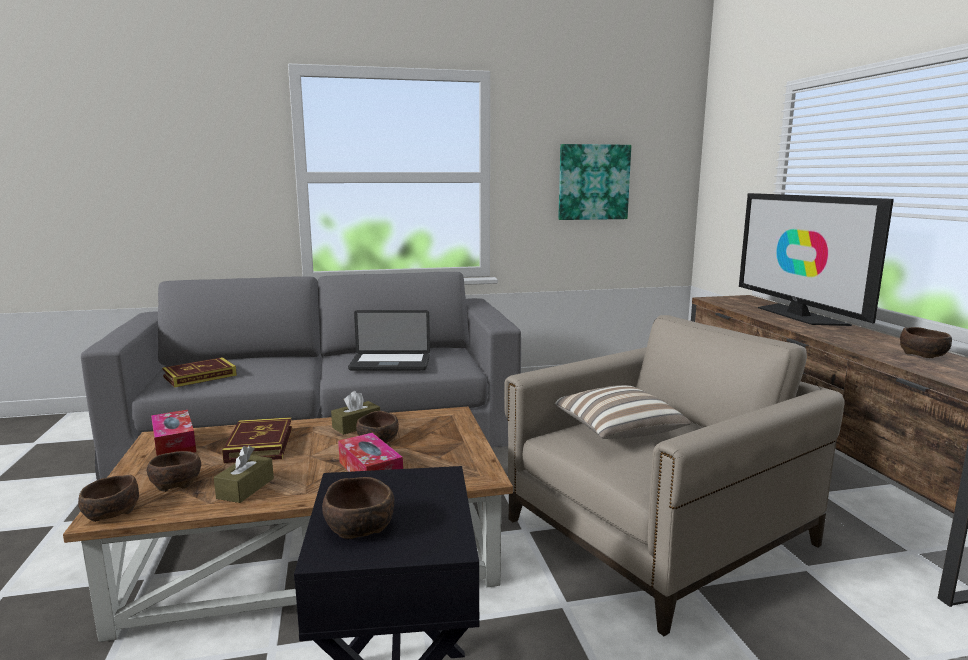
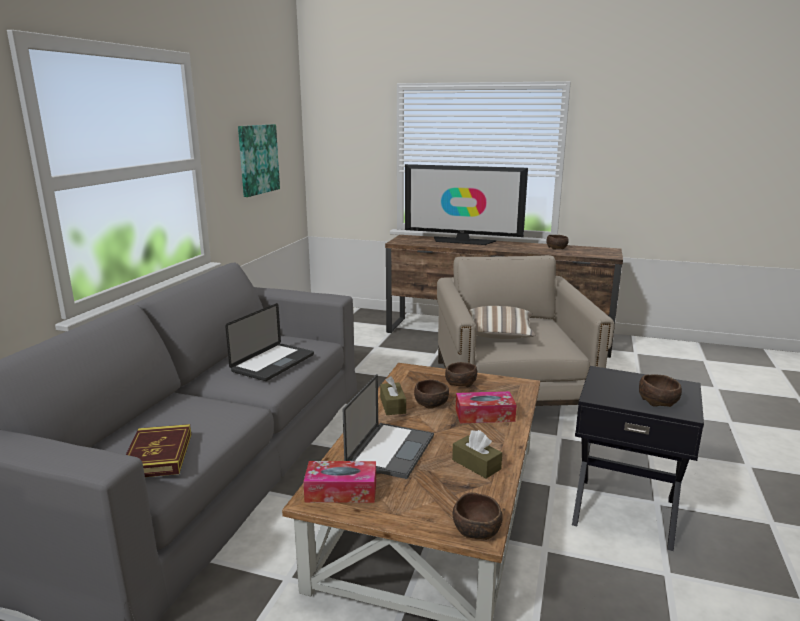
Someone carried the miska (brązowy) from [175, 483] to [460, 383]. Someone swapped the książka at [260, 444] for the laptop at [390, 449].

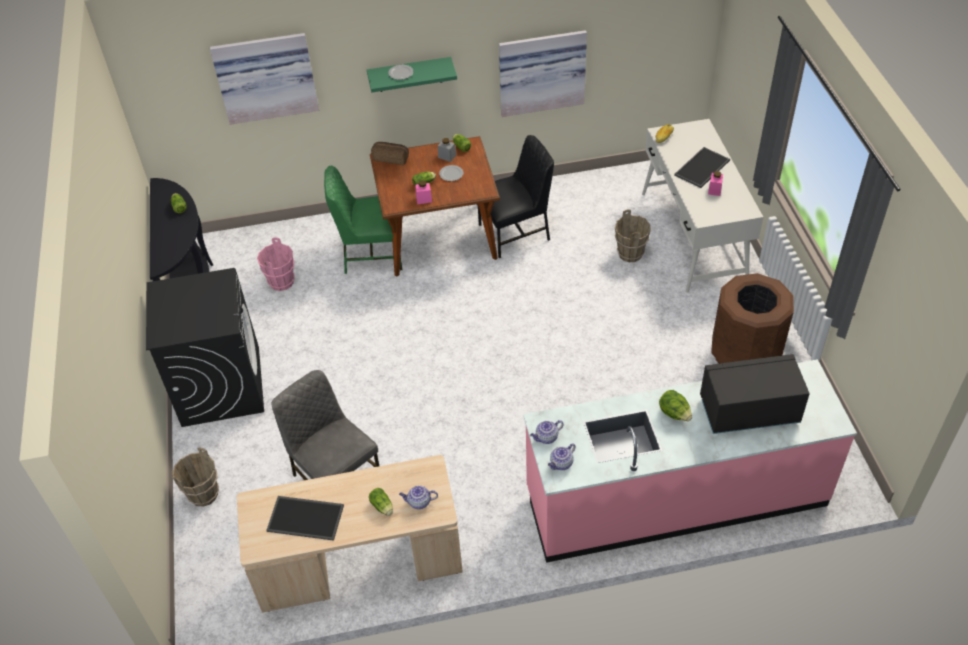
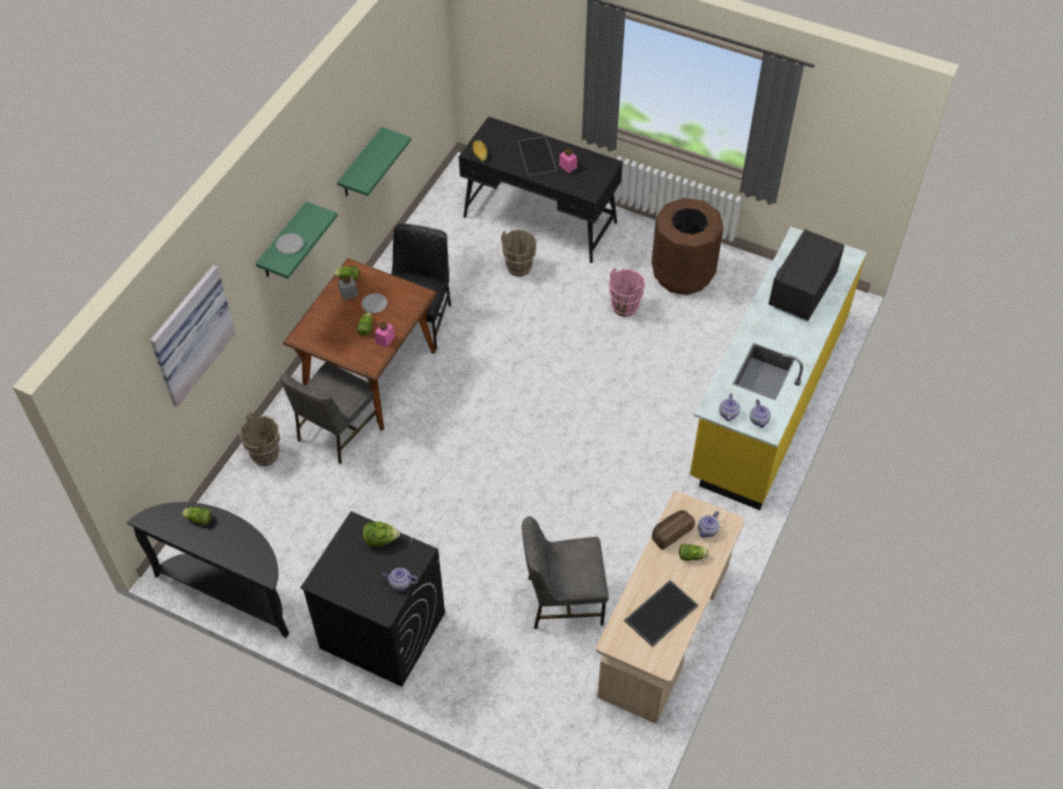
Someone put down the imbryk at [400, 583]. Someone carried the wiadro (brązowy) from [204, 494] to [265, 455]. Someone carried the wiadro (różowy) from [282, 282] to [625, 307]. Someone carried the chleb from [391, 158] to [670, 532]. Someone carried the sałata from [674, 414] to [380, 540]. Someone swapped the obraz at [541, 71] for the półka (zielony) at [361, 164]. Someone repainted the krzesło (zielony) at [371, 253], which became the krzesło (szary) at [336, 431]. Someone repainted the zabudowa kuchenna (różowy) at [675, 497], which became the zabudowa kuchenna (żółty) at [768, 399]. Someone repainted the biurko (biały) at [693, 236], which became the biurko (czarny) at [540, 220].

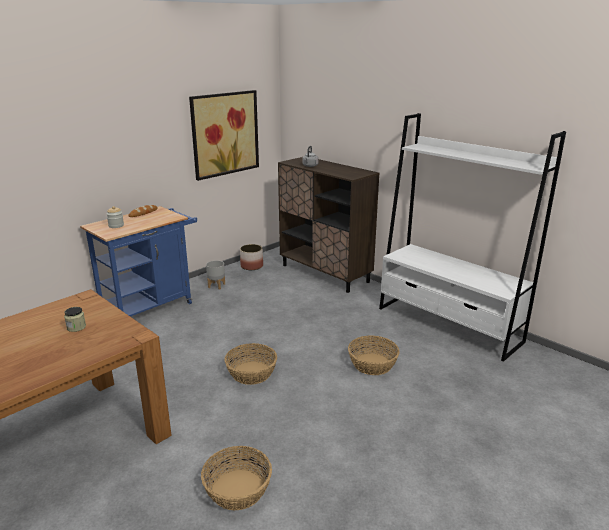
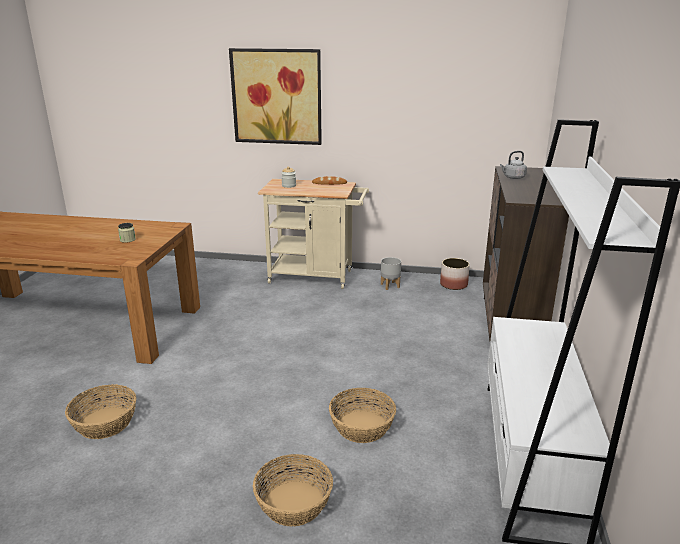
Someone carried the obraz from [225, 134] to [276, 97]. Someone carried the koszyk from [252, 373] to [294, 503]. Someone repainted the wózek (niebieski) at [152, 306], which became the wózek (beżowy) at [316, 277].

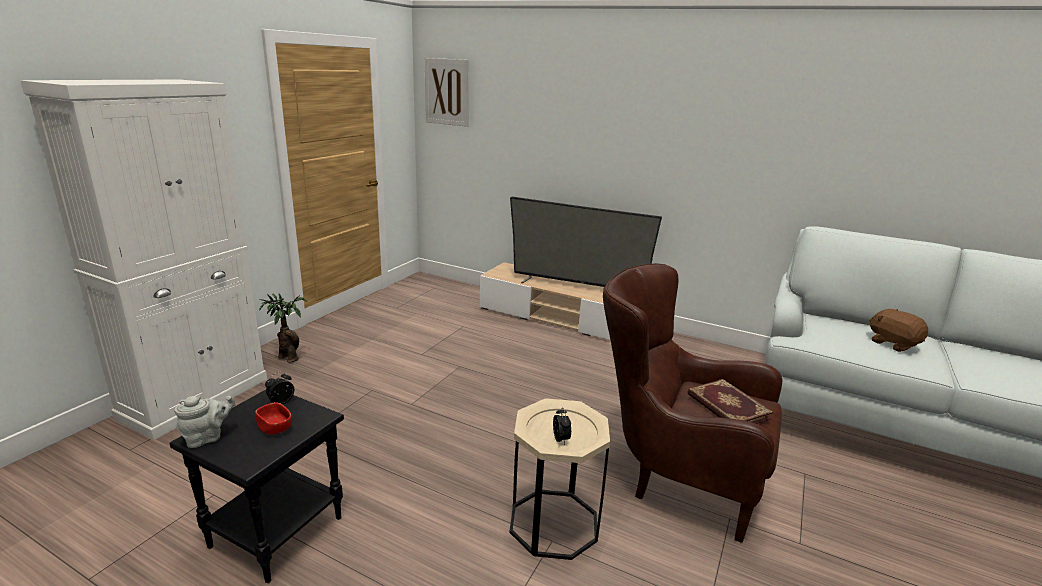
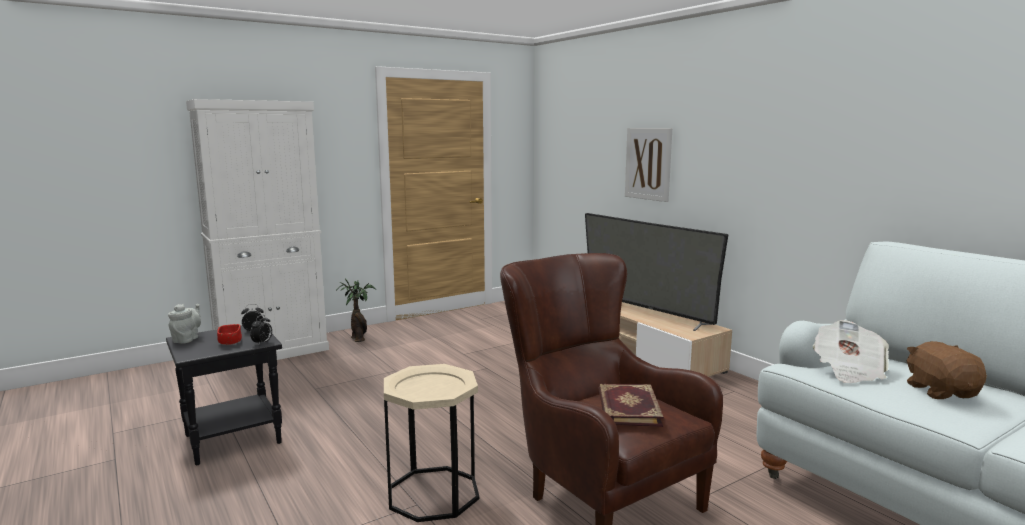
Someone put down the gazeta at [848, 370]. Someone carried the obraz from [447, 92] to [648, 163]. Someone carried the budzik from [561, 439] to [262, 343]. Someone rotated the imbryk (szary) at [207, 438] by 75 degrees counterclockwise.

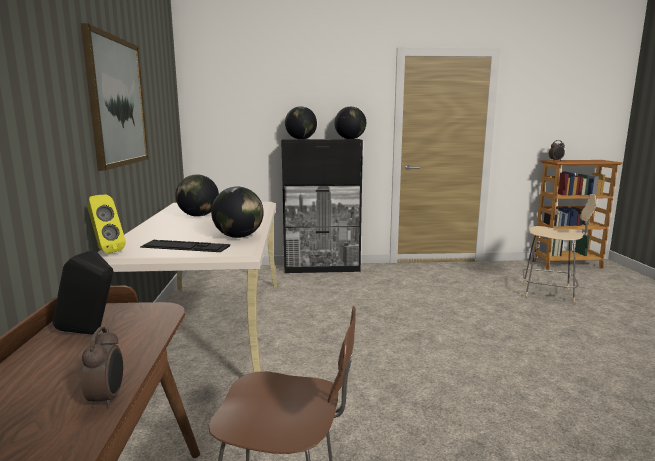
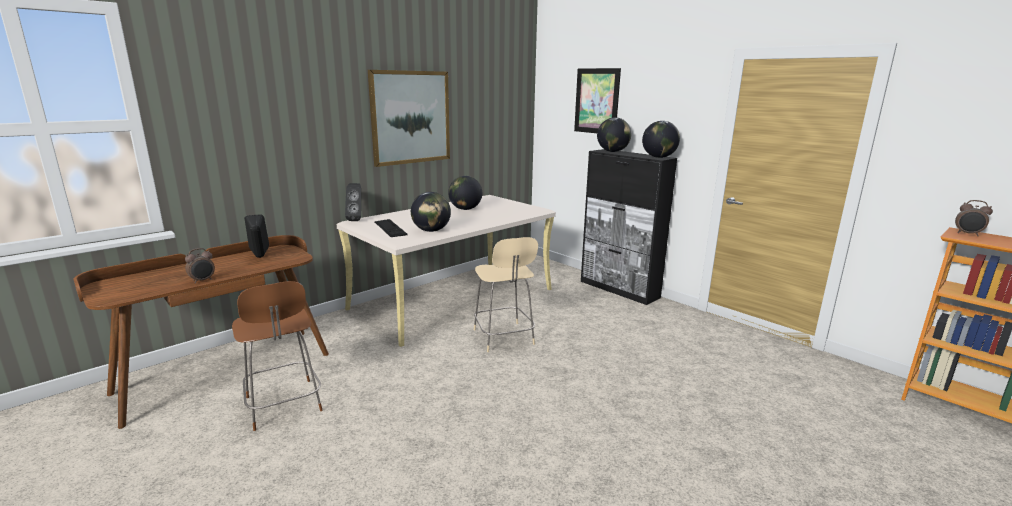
Someone put up the obraz at [597, 101]. Someone carried the krzesło (beżowy) from [550, 293] to [504, 338]. Someone repainted the głośnik (żółty) at [106, 251], which became the głośnik (czarny) at [356, 220].

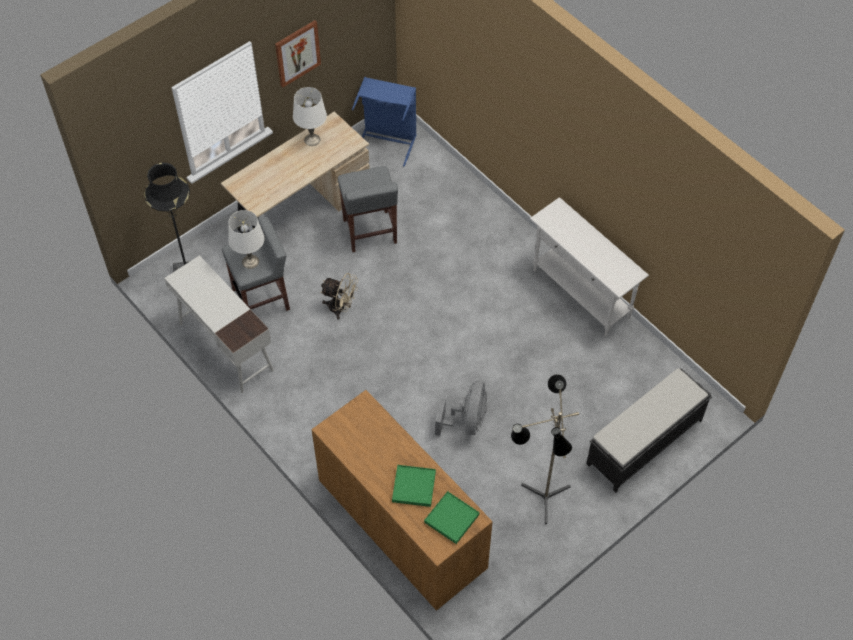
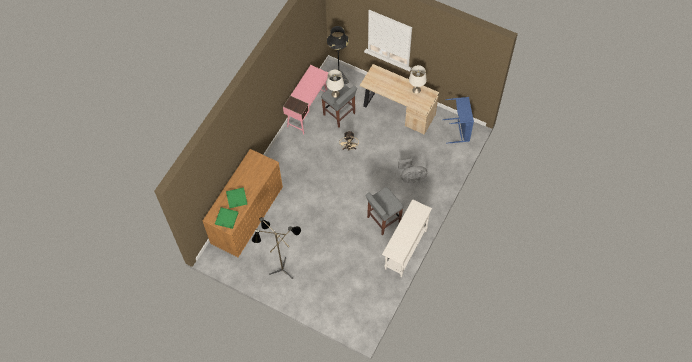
Someone took away the obraz at [297, 53]. Someone took away the ławka (czarny) at [643, 443]. Someone carried the stołek (szary) from [370, 232] to [383, 220]. Someone carried the wentylator (szary) from [466, 421] to [411, 177]. Someone repainted the biurko (biały) at [225, 346], which became the biurko (różowy) at [308, 110].

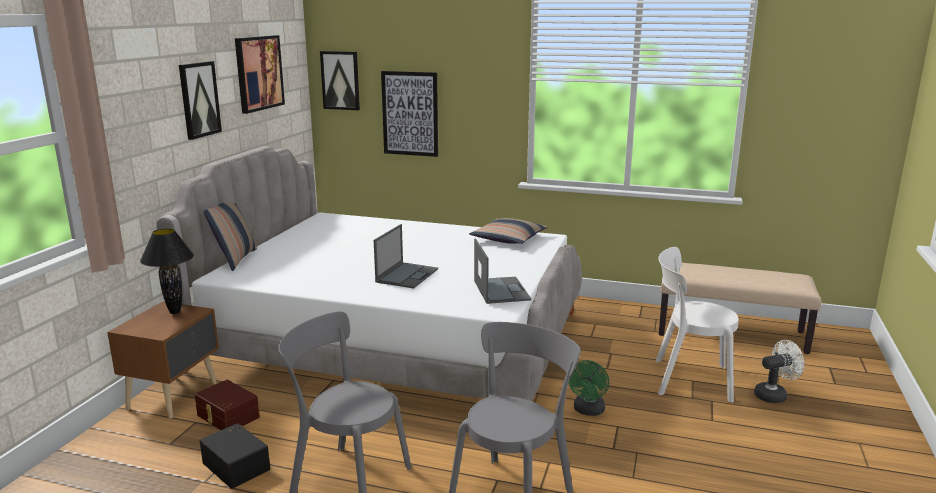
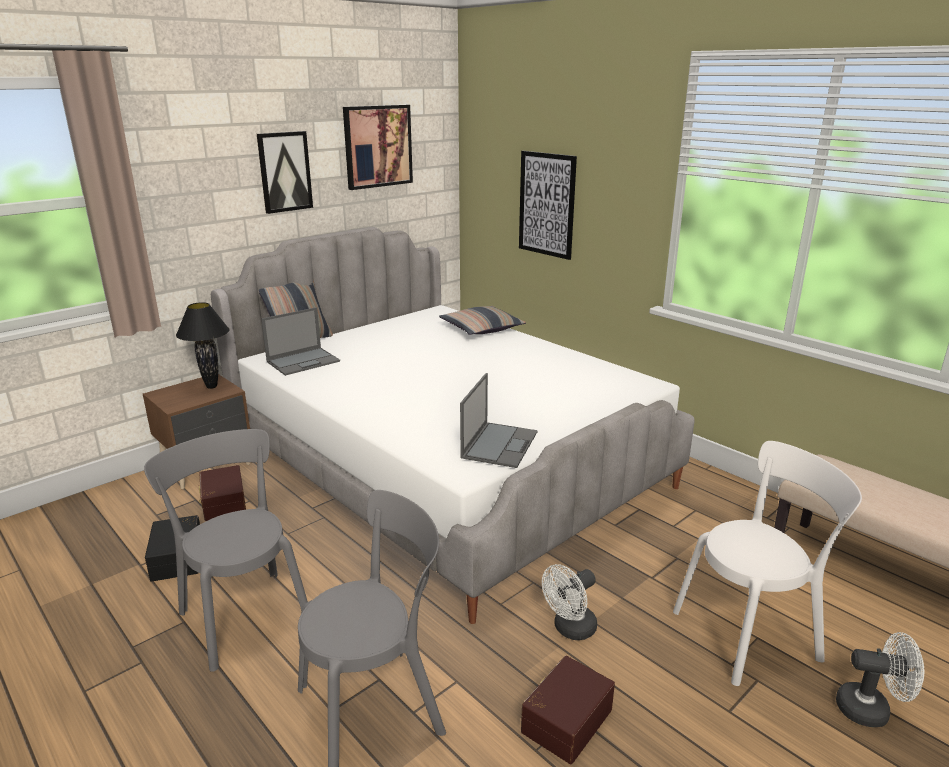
Someone took away the obraz at [340, 80]. Someone put down the pojemnik do przechowywania (brązowy) at [565, 719]. Someone carried the laptop from [407, 275] to [304, 361]. Someone carried the poduszka from [508, 239] to [481, 329]. Someone repainted the wentylator (zielony) at [588, 411], which became the wentylator (biały) at [570, 629]. Someone rotated the krzesło (biały) at [687, 379] by 120 degrees clockwise.

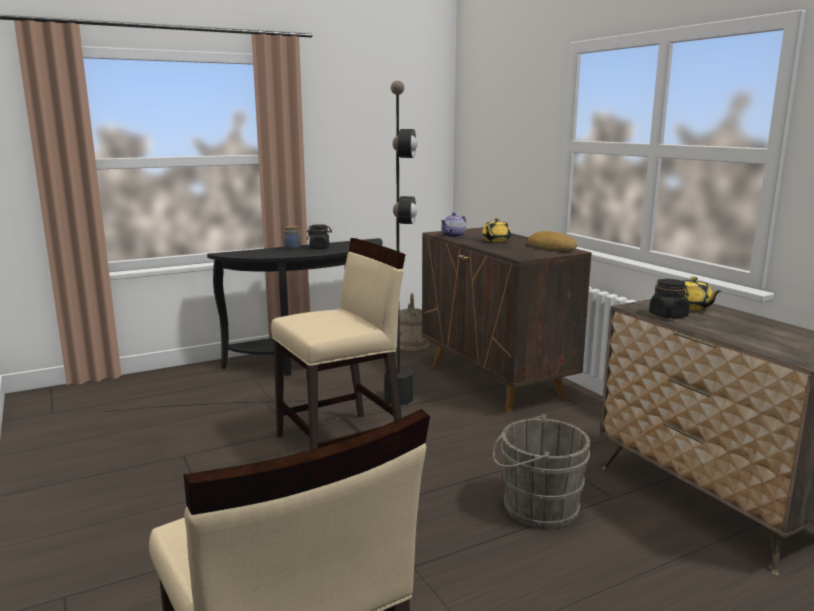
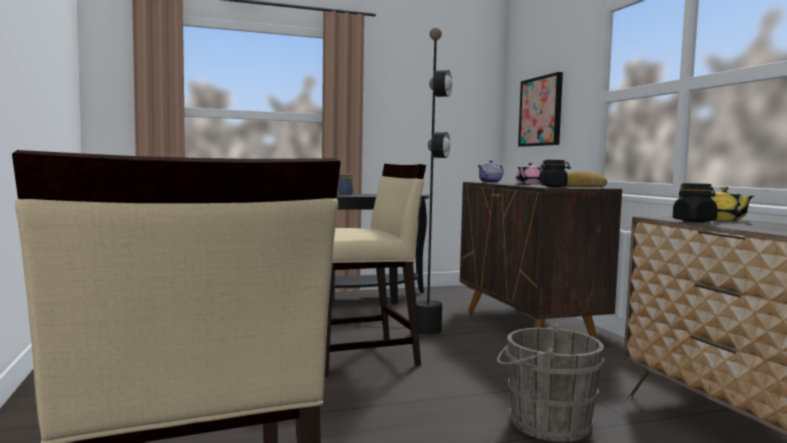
Someone took away the wiadro (beżowy) at [412, 345]. Someone put up the obraz at [541, 111]. Someone carried the słoik (czarny) from [319, 248] to [554, 186]. Someone repainted the imbryk (żółty) at [495, 241], which became the imbryk (różowy) at [529, 184].

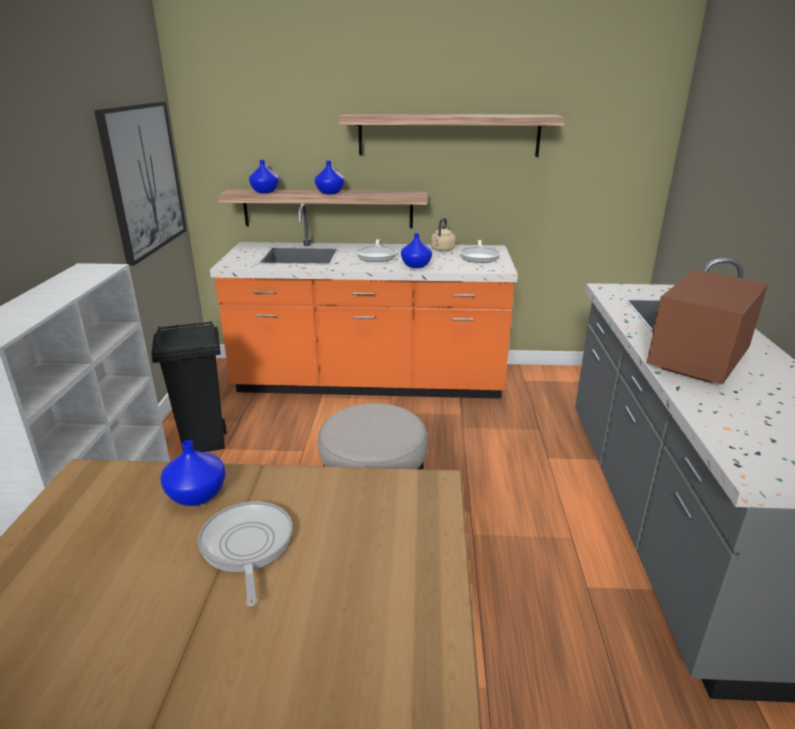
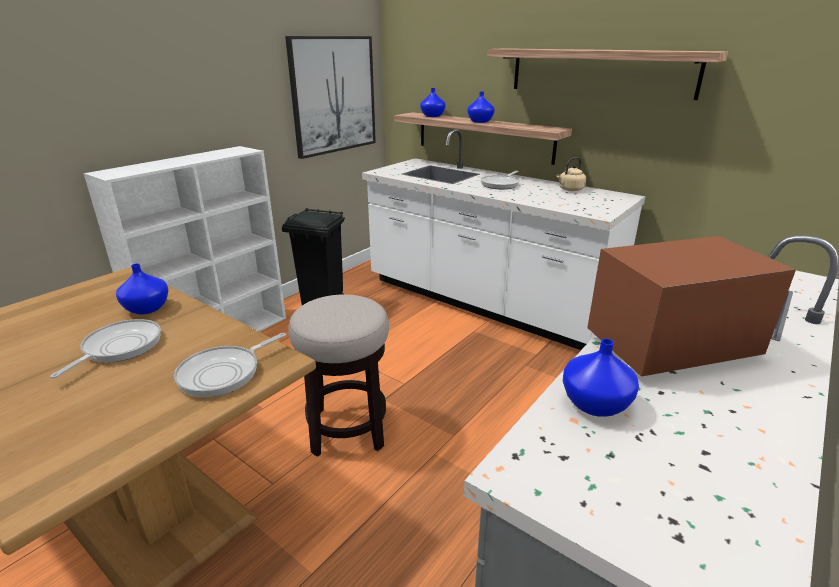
Someone carried the wazon (niebieski) from [416, 266] to [596, 405]. Someone carried the patelnia from [479, 256] to [224, 373]. Someone repainted the zabudowa kuchenna (pomarańczowy) at [370, 382], which became the zabudowa kuchenna (biały) at [484, 303].

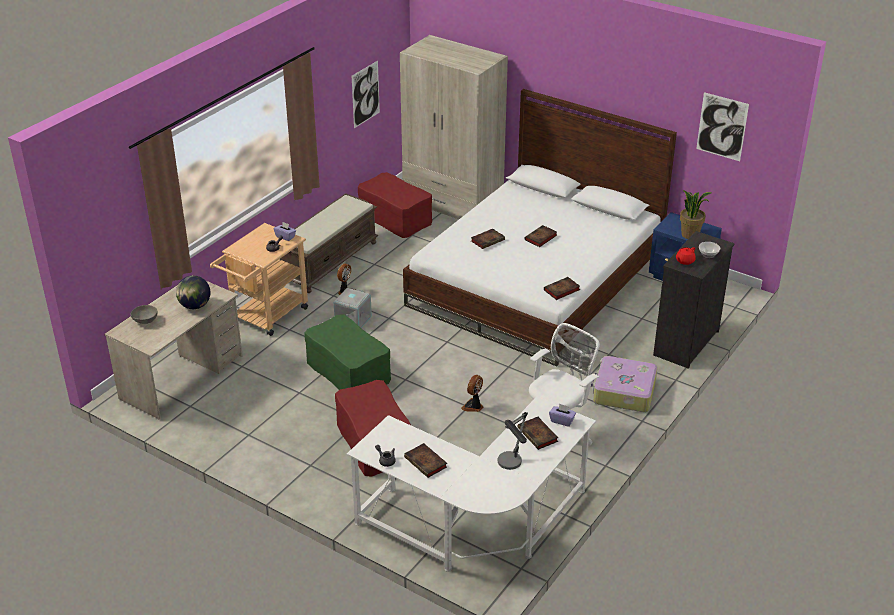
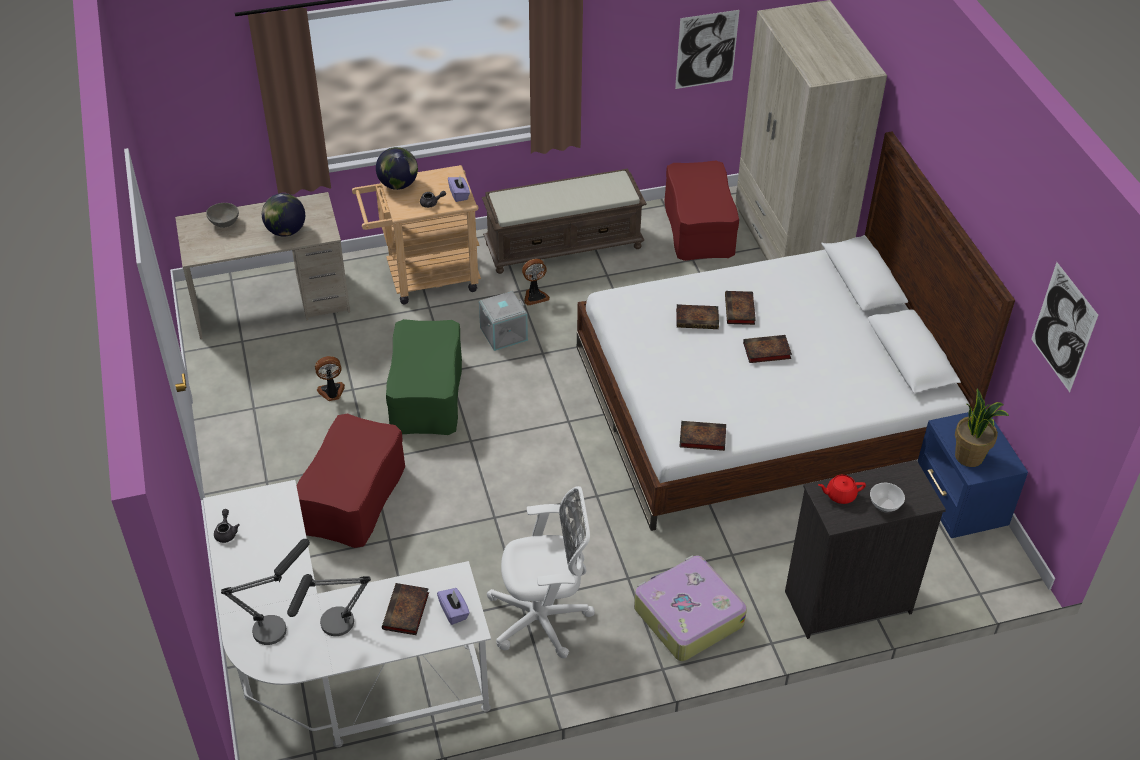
Someone put down the lampa stołowa at [277, 624]. Someone put down the globus at [398, 185]. Someone carried the książka from [426, 463] to [740, 311]. Someone carried the wentylator from [473, 406] to [331, 392].

